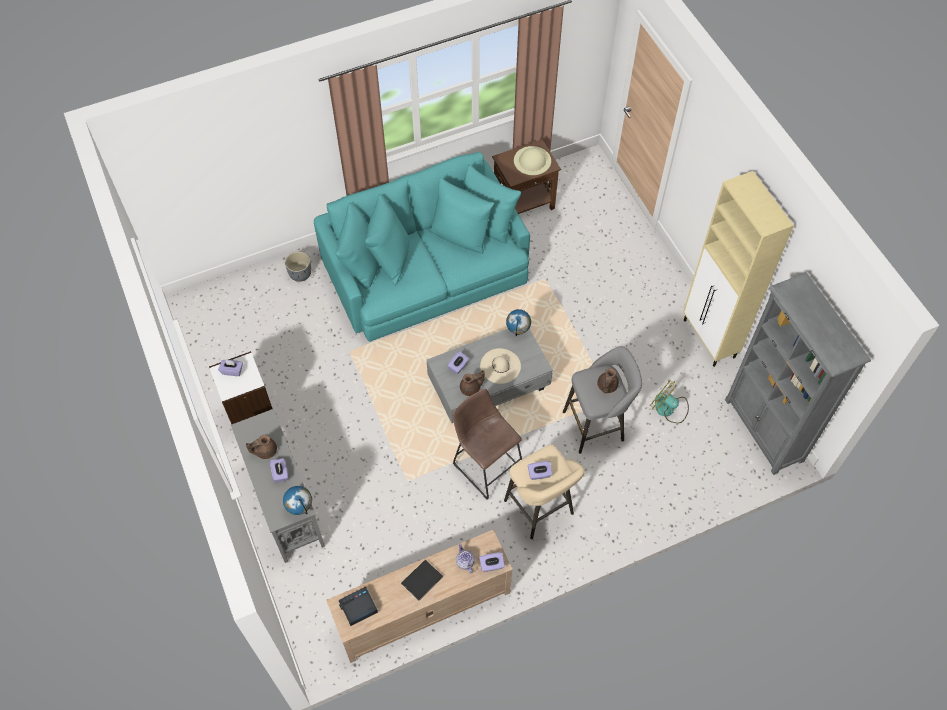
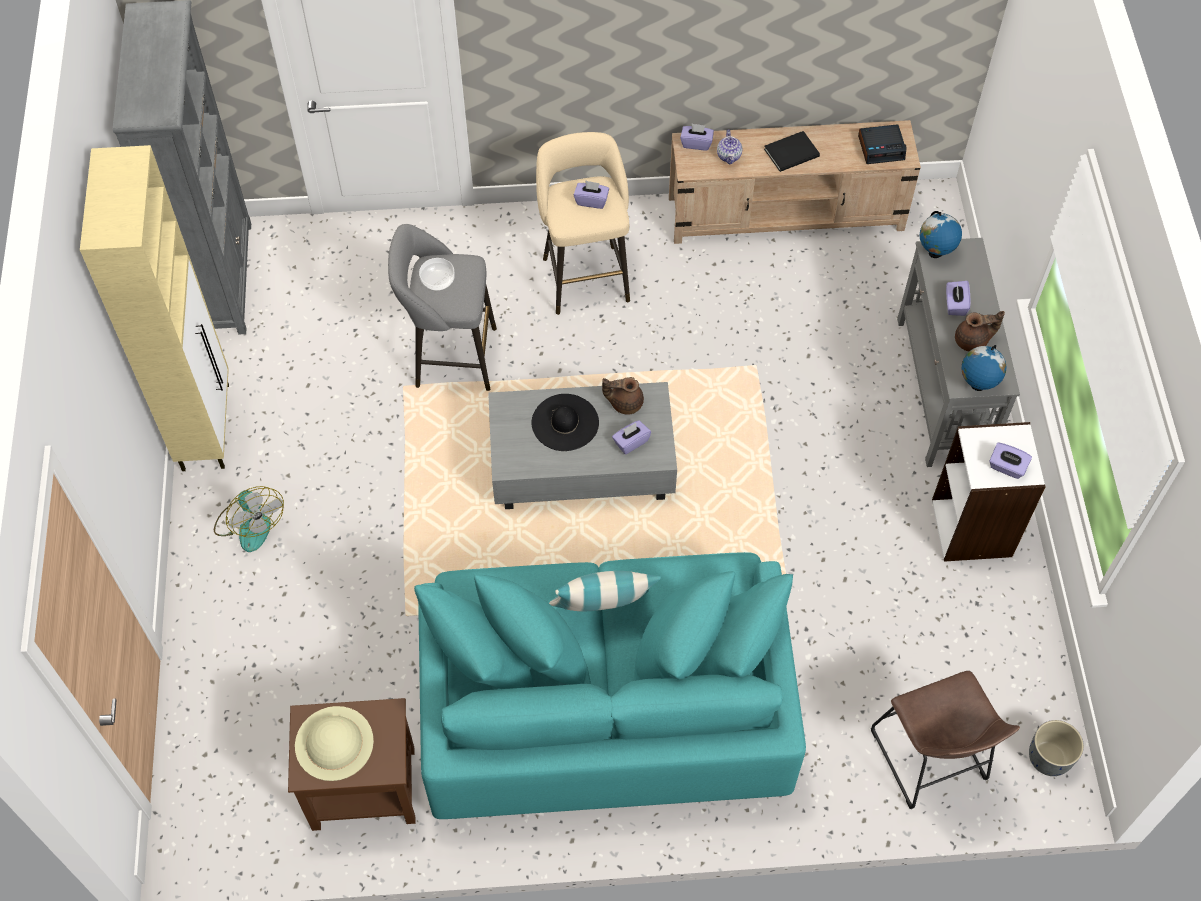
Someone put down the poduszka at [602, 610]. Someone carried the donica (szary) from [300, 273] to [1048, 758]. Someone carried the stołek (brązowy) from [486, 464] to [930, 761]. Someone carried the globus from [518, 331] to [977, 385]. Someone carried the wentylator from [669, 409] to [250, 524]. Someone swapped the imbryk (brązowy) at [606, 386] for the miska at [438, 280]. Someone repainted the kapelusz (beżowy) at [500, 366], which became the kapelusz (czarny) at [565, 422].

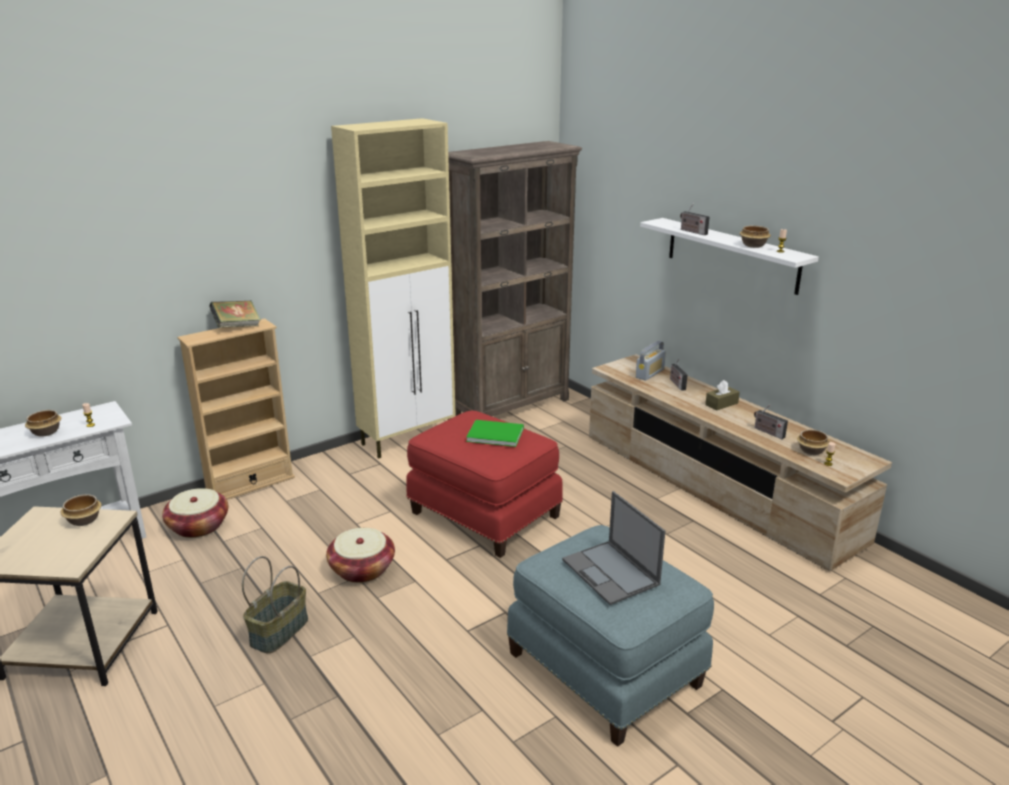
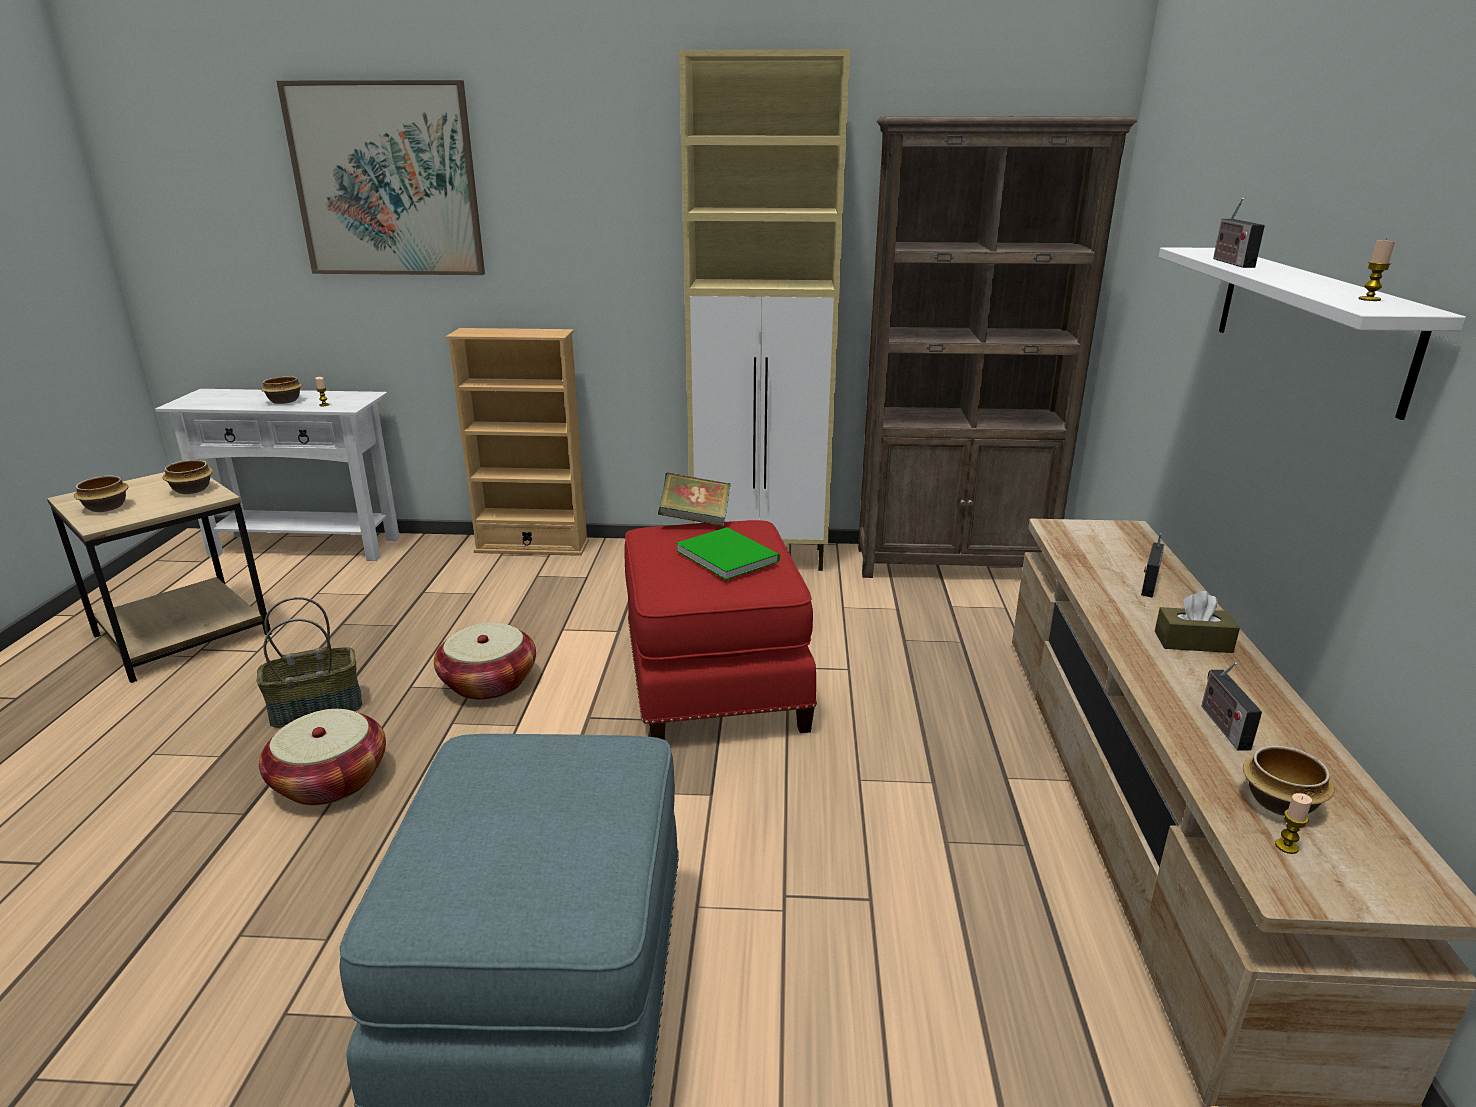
Someone took away the laptop at [611, 572]. Someone took away the radio at [650, 373]. Someone put up the obraz at [386, 180]. Someone carried the koszyk from [198, 526] to [330, 781]. Someone carried the książka from [237, 327] to [695, 519]. Someone carried the miska from [753, 245] to [107, 507].

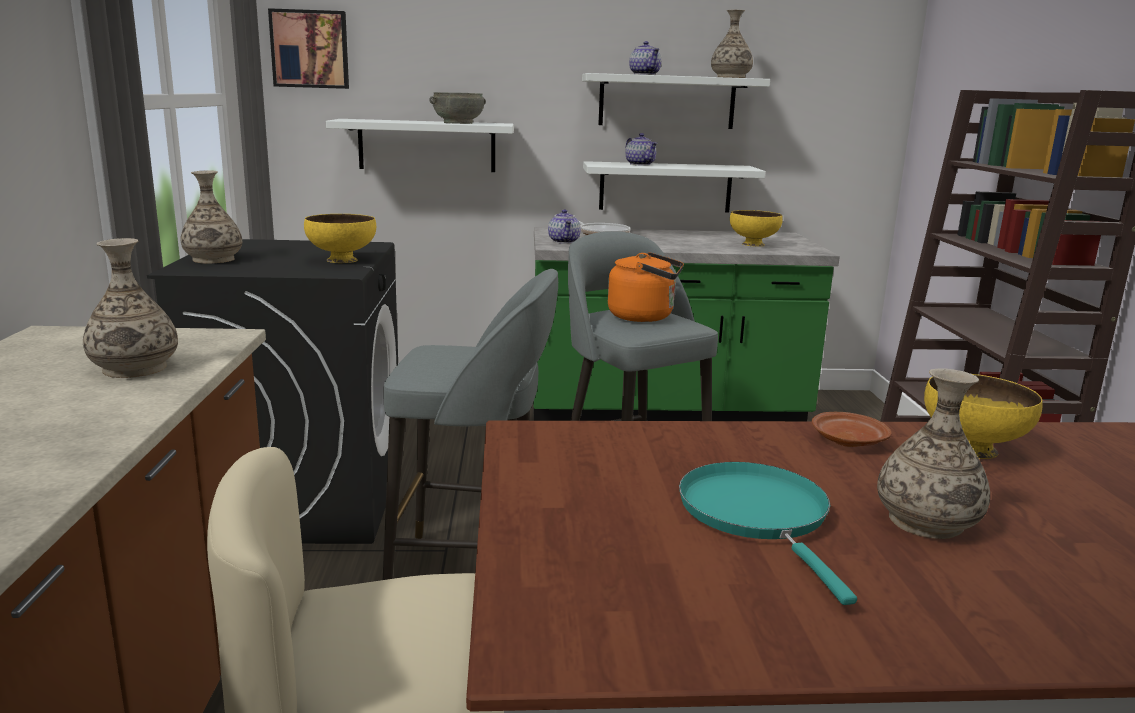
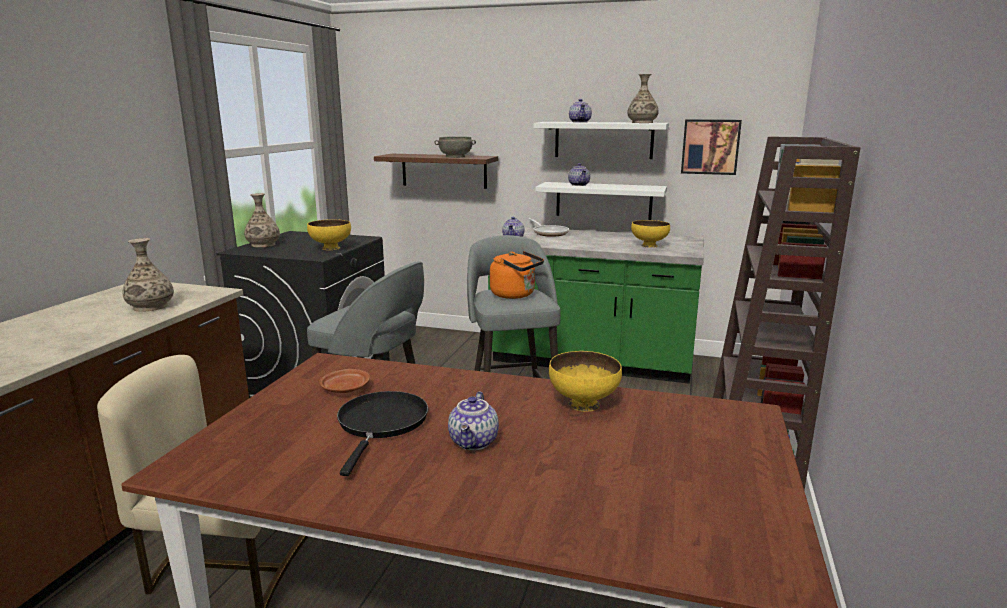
Someone carried the obraz from [310, 49] to [710, 146]. Someone carried the talerz (brązowy) from [847, 440] to [345, 388]. Someone swapped the wazon at [926, 522] for the imbryk at [474, 442]. Someone repainted the półka (biały) at [427, 146], which became the półka (brązowy) at [444, 171]. Someone repainted the patelnia (turkusowy) at [757, 515], which became the patelnia (czarny) at [381, 424].

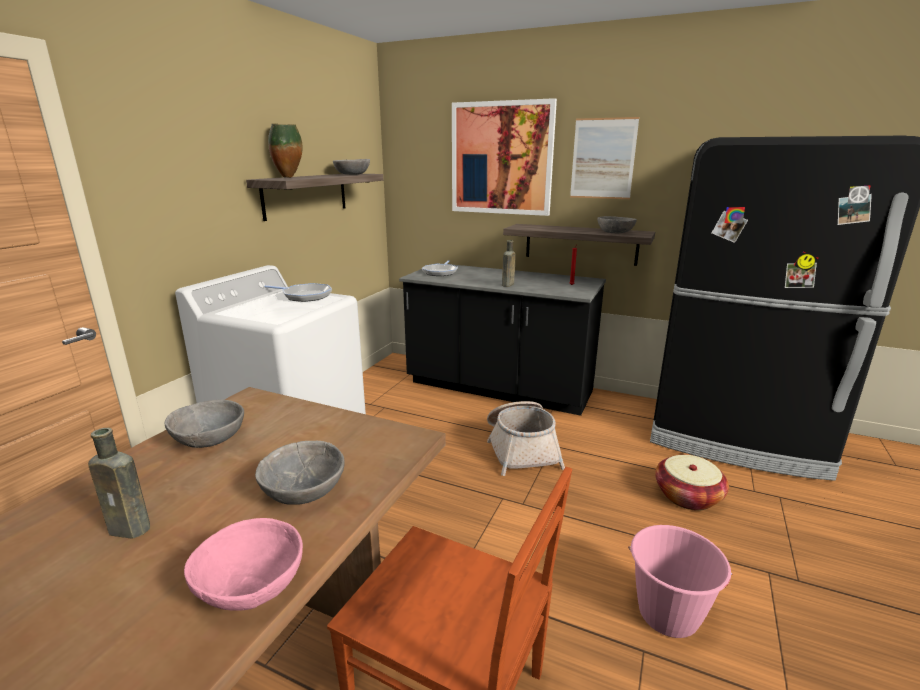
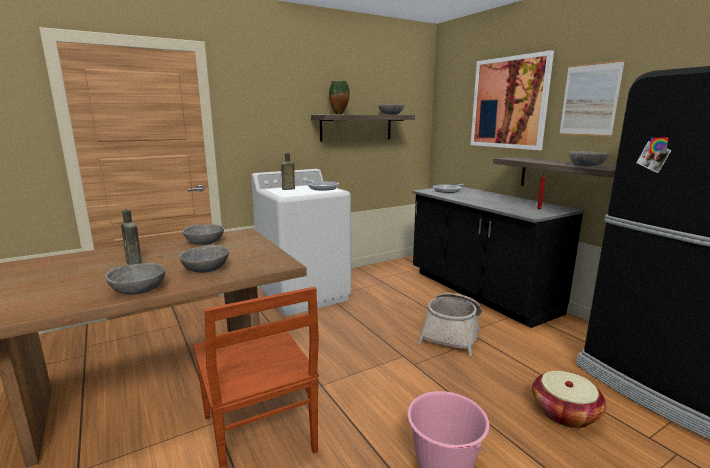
Someone carried the butelka (brązowy) from [507, 285] to [287, 189]. Someone repainted the miska (różowy) at [250, 585], which became the miska (szary) at [138, 290].

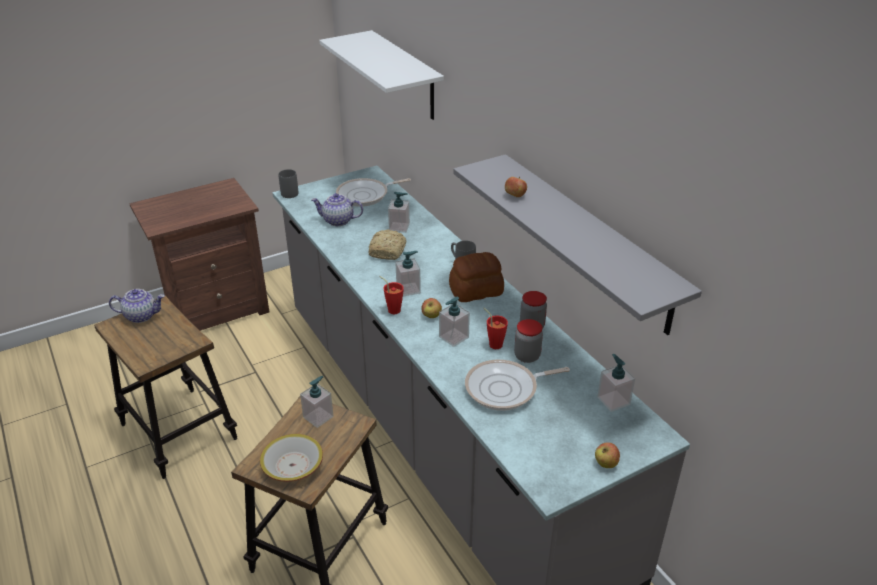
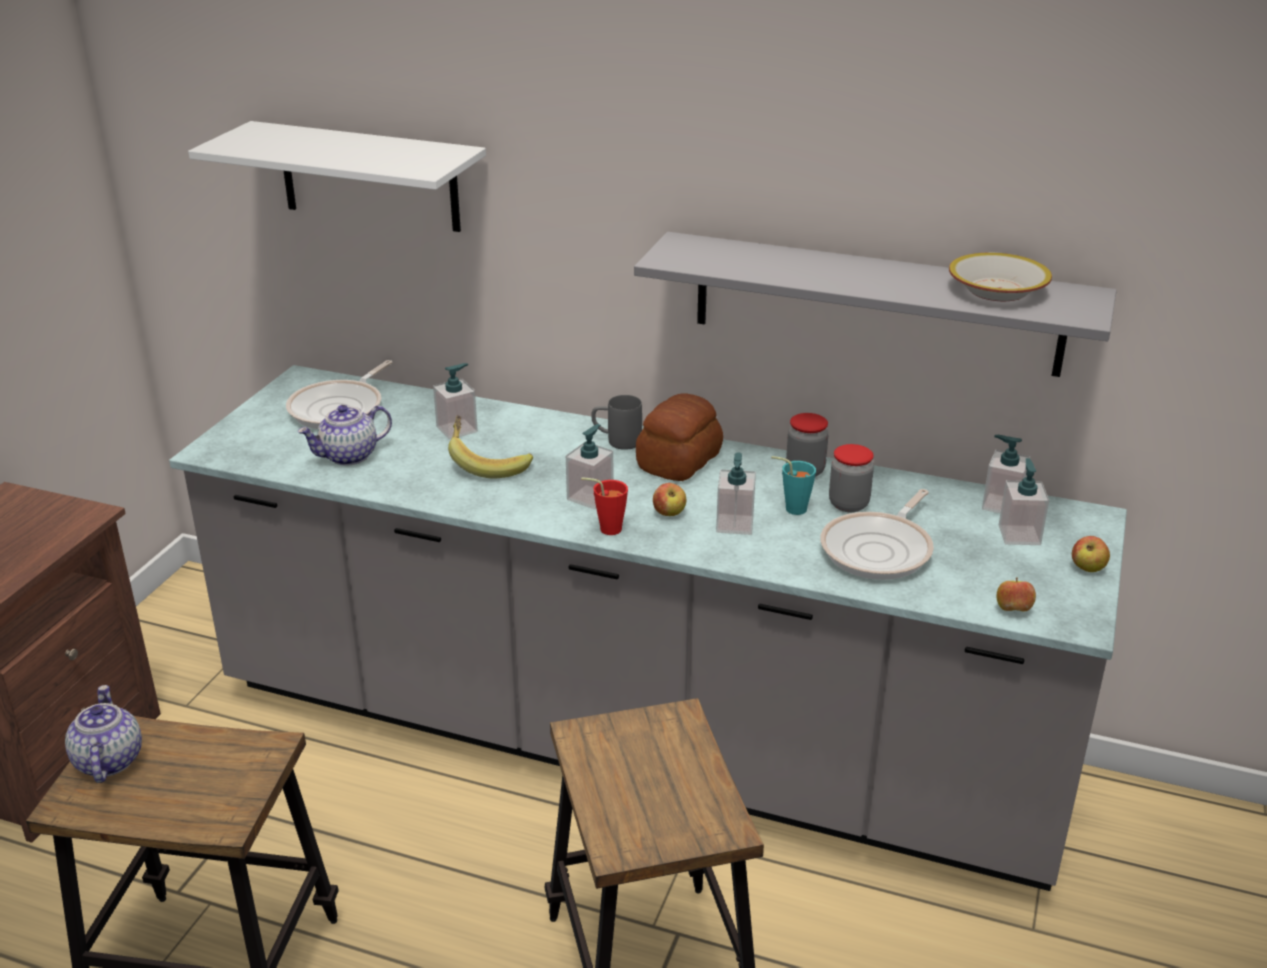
Someone took away the kubek (szary) at [290, 192]. Someone carried the miska from [292, 465] to [997, 291]. Someone carried the dozownik mydła from [318, 417] to [1019, 535]. Someone carried the jabłko from [515, 196] to [1013, 610]. Someone swapped the chleb at [388, 251] for the banan at [488, 464]. Someone repainted the filiżanka (czerwony) at [494, 343], which became the filiżanka (turkusowy) at [791, 508]. Someone rotated the imbryk at [141, 315] by 60 degrees counterclockwise.

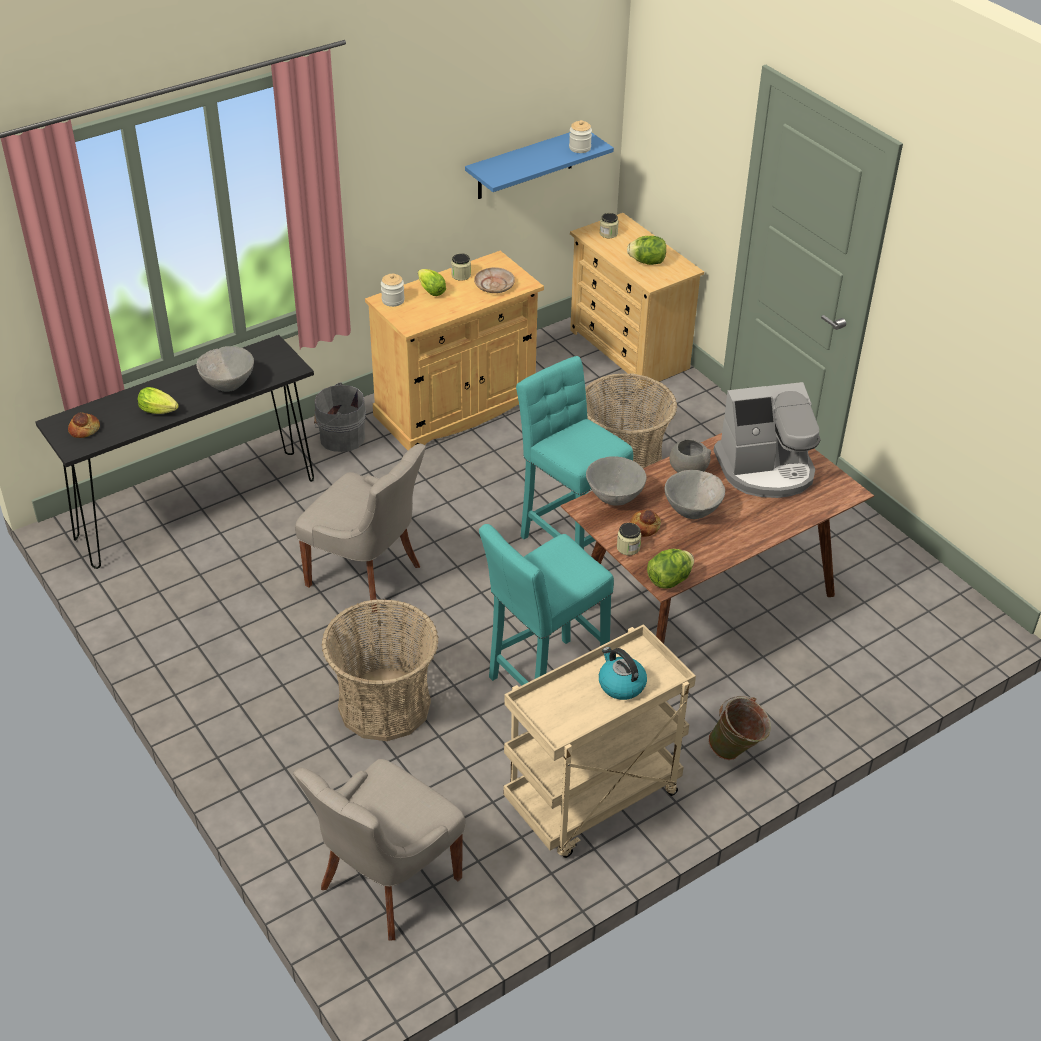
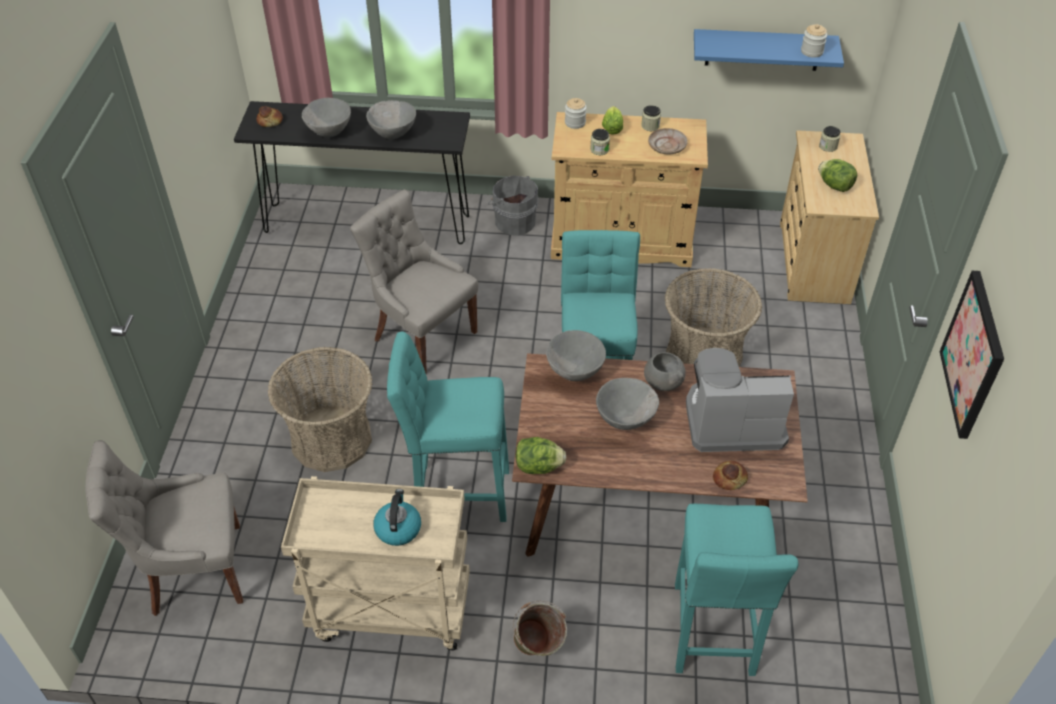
Someone put down the stołek (turkusowy) at [712, 635]. Someone put up the obraz at [973, 355]. Someone carried the słoik from [628, 547] to [599, 150]. Someone carried the chleb from [645, 527] to [729, 479]. Someone swapped the sałata at [160, 411] for the miska (szary) at [329, 132]. Someone rotated the krzesło (szary) at [367, 575] by 150 degrees clockwise. Someone rotated the ekspres do kawy at [766, 470] by 150 degrees clockwise.

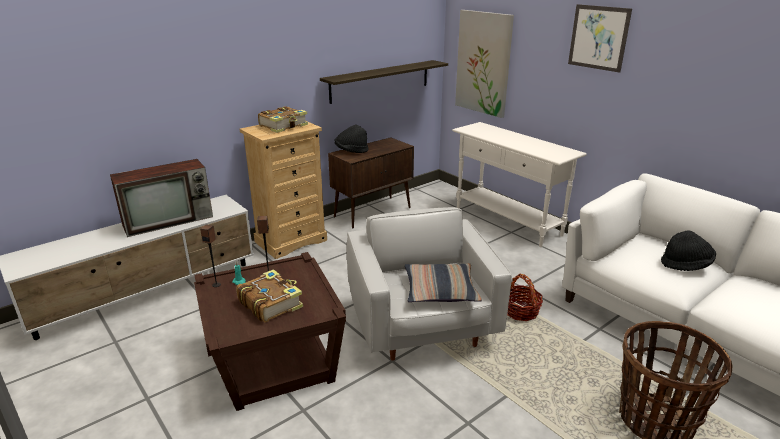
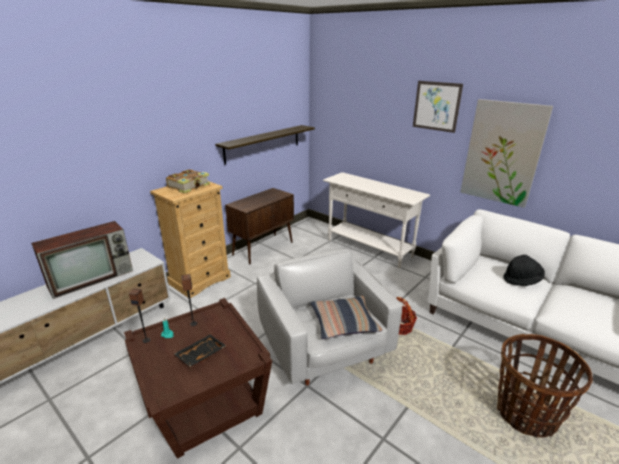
Someone took away the kapelusz (czarny) at [351, 151]. Someone carried the obraz from [483, 63] to [502, 153]. Someone swapped the książka at [270, 303] for the taca (czarny) at [200, 354].

